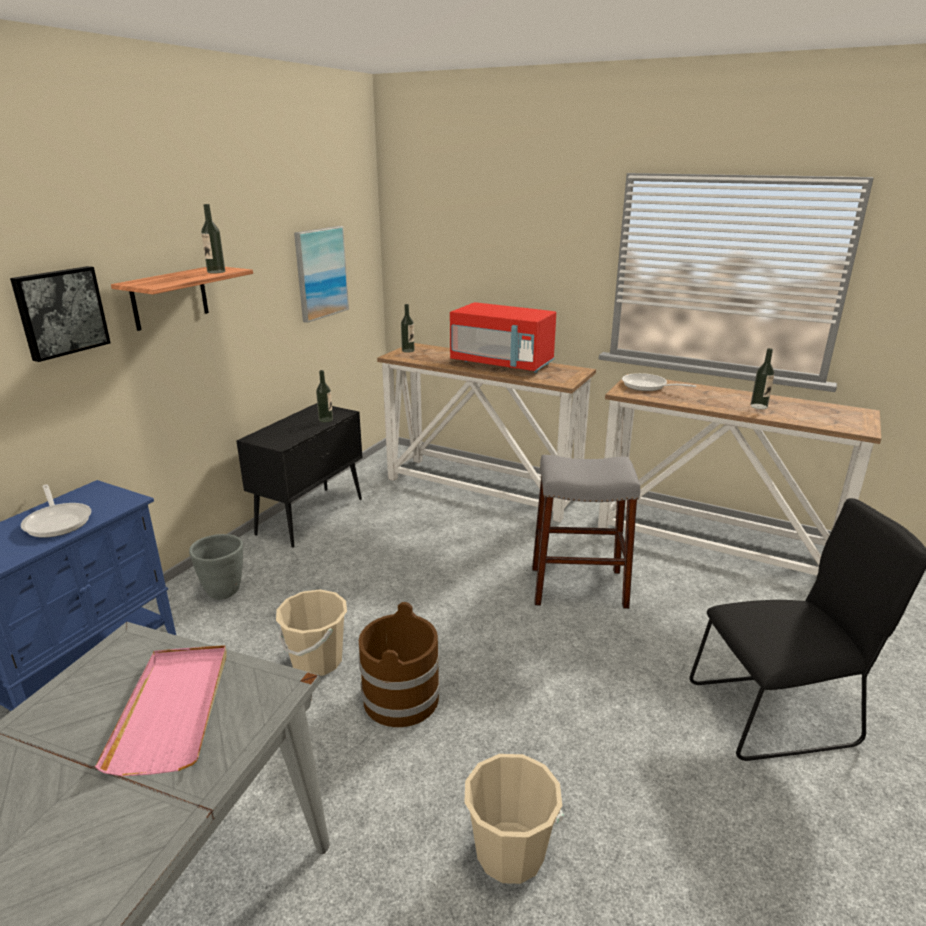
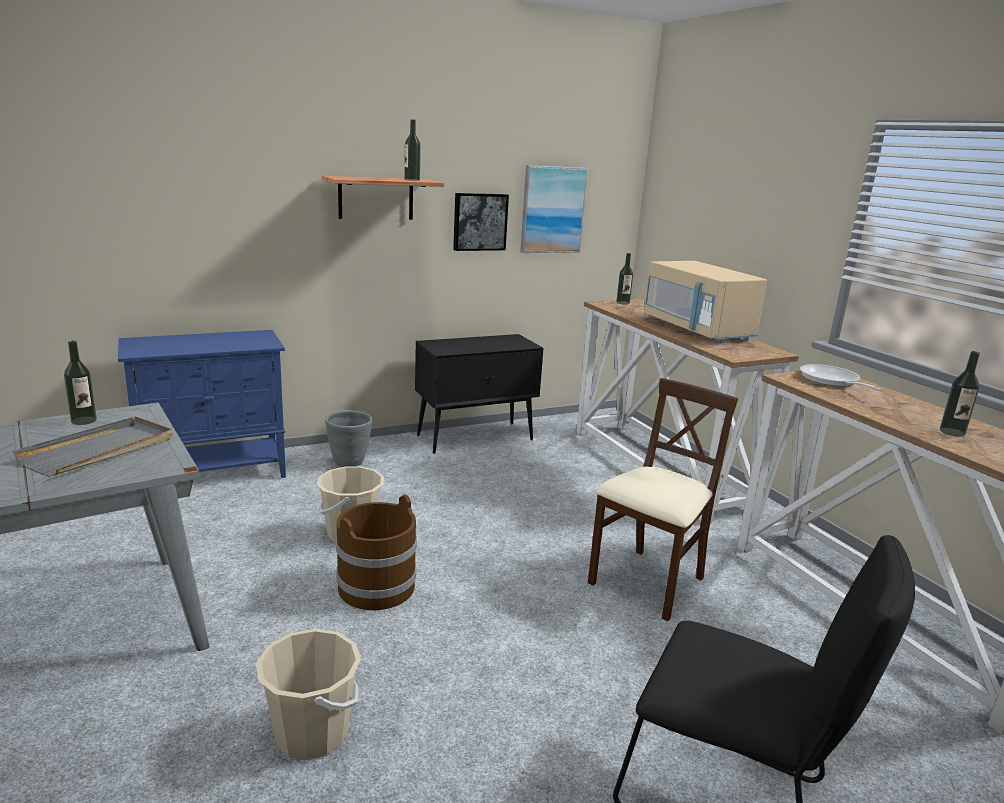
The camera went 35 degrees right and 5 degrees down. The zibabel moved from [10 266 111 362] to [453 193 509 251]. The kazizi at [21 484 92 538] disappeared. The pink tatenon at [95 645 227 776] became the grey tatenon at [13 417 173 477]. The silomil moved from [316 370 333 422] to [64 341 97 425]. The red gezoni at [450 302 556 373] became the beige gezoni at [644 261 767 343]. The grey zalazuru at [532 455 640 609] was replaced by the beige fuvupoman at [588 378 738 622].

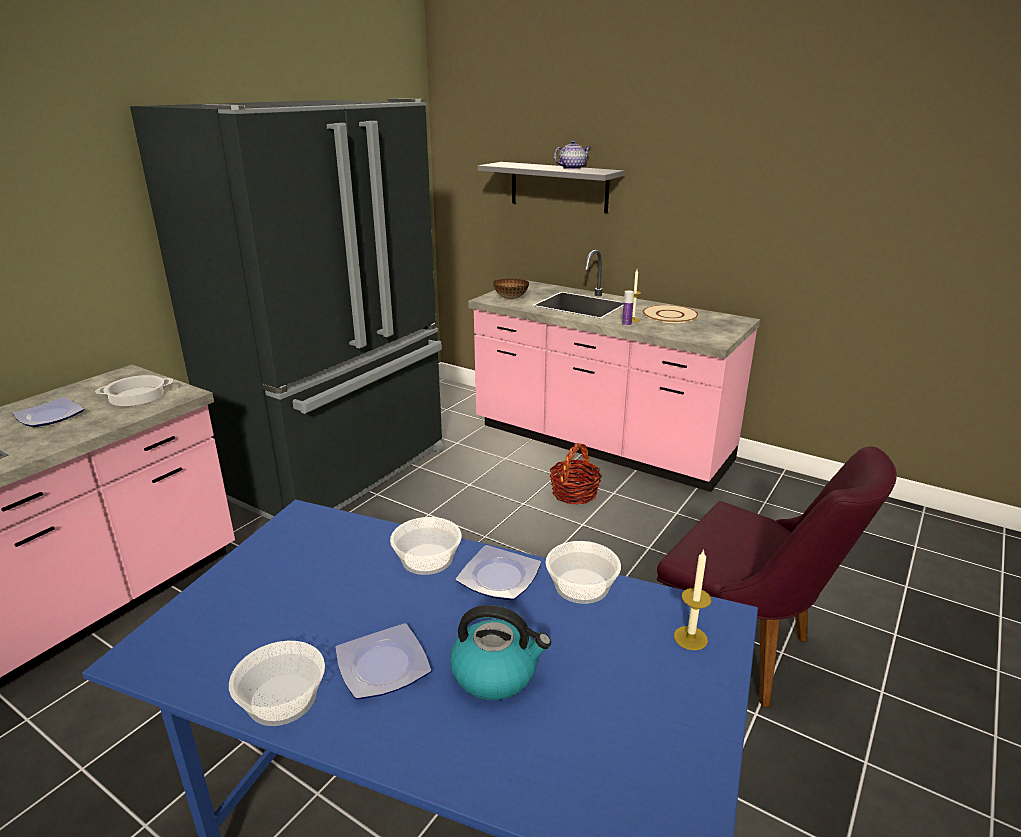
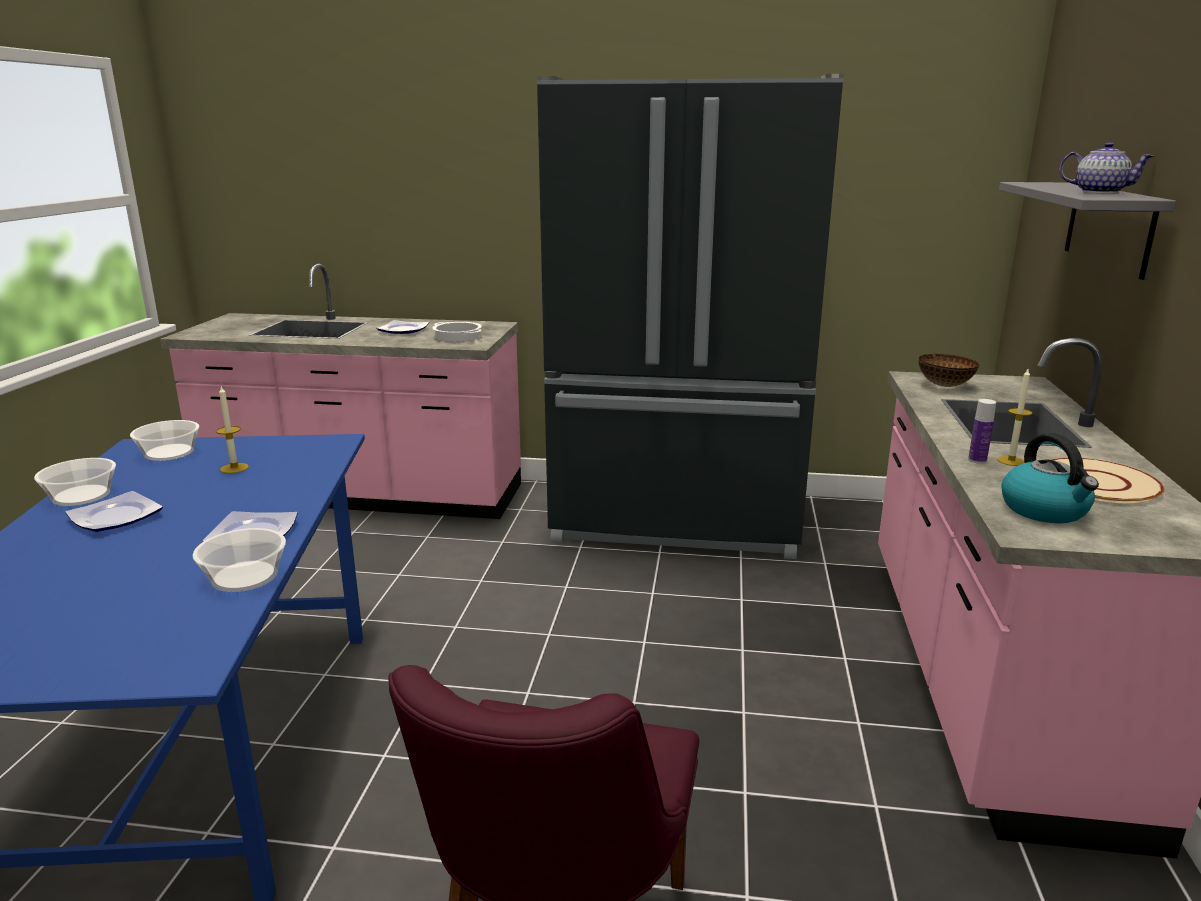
The camera went 65 degrees right and 5 degrees down. The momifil moved from [390 517 462 575] to [130 420 199 461]. The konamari moved from [450 605 551 700] to [1001 433 1099 523]. The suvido at [550 443 602 505] disappeared. The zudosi moved from [674 549 712 650] to [216 386 249 473].

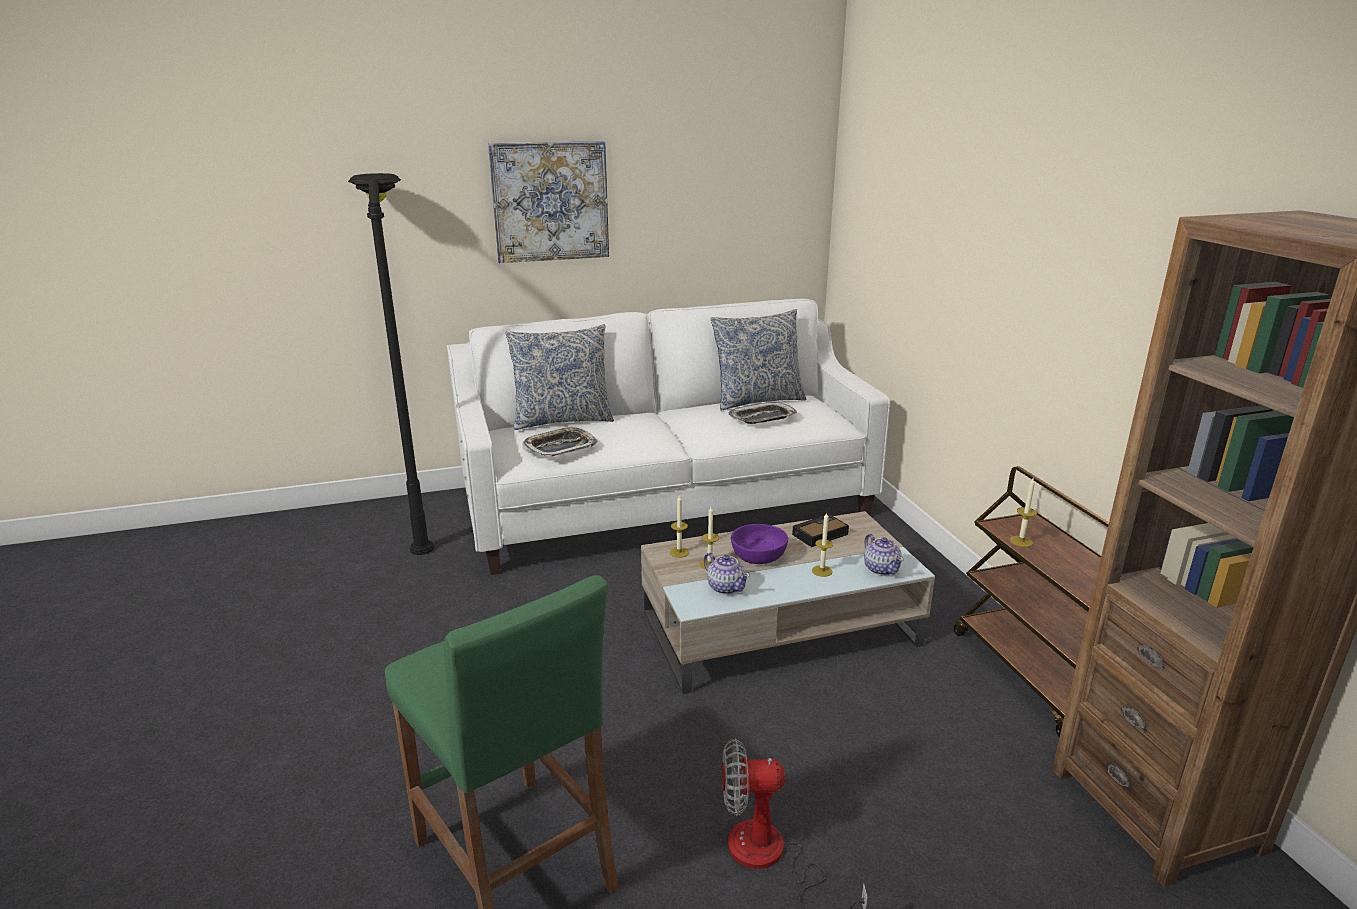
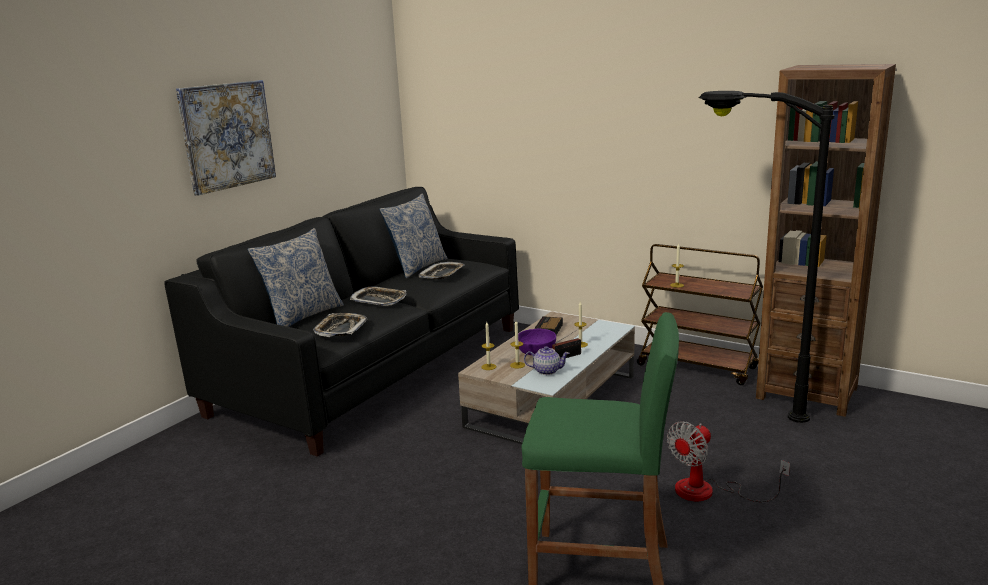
The camera went 40 degrees left and 5 degrees down. The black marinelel moved from [348 173 434 555] to [699 91 835 423]. The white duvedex at [447 299 890 575] became the black duvedex at [164 187 519 457]. The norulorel at [864 534 904 576] disappeared. The tatenon at [350 287 406 306] appeared. The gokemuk at [552 327 582 358] appeared.

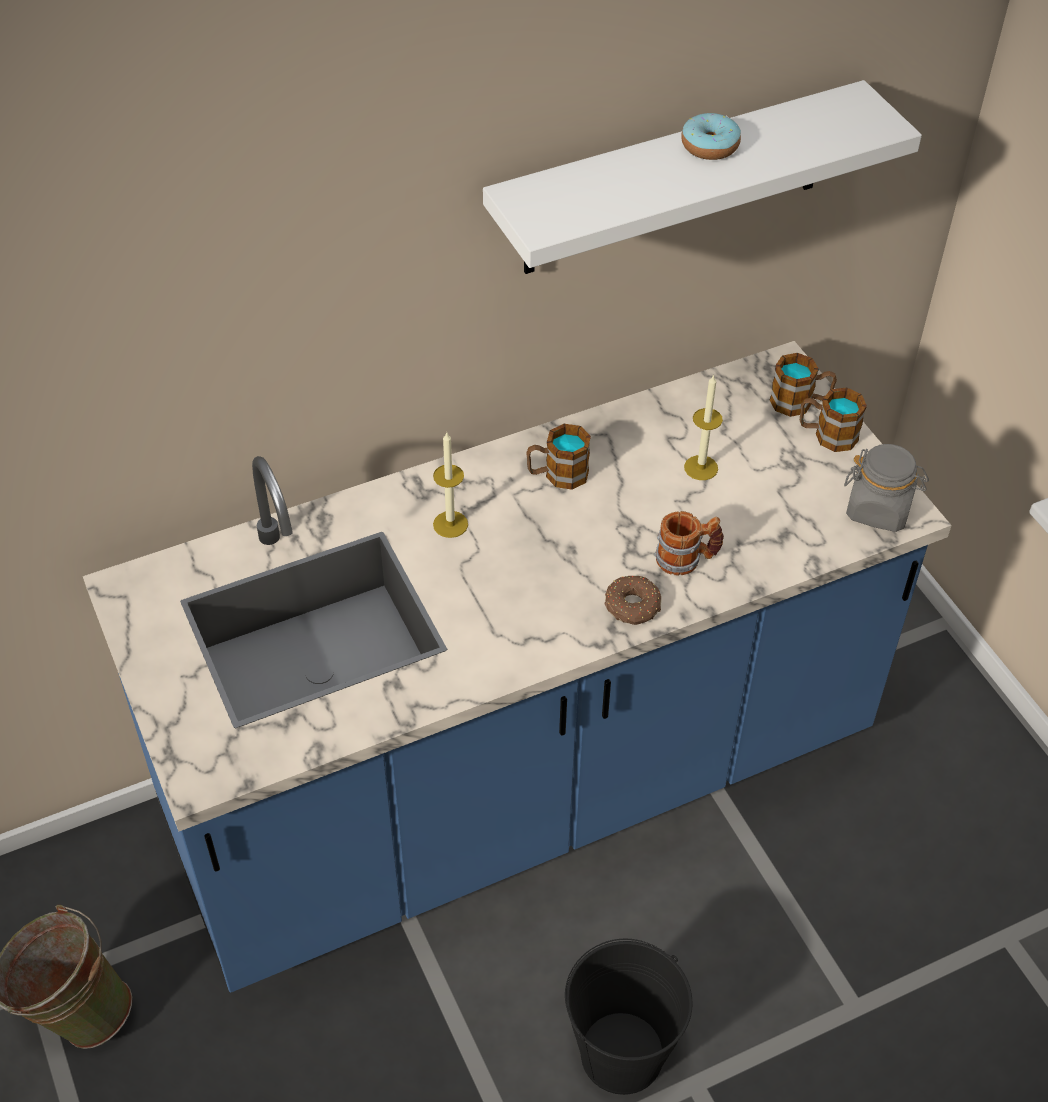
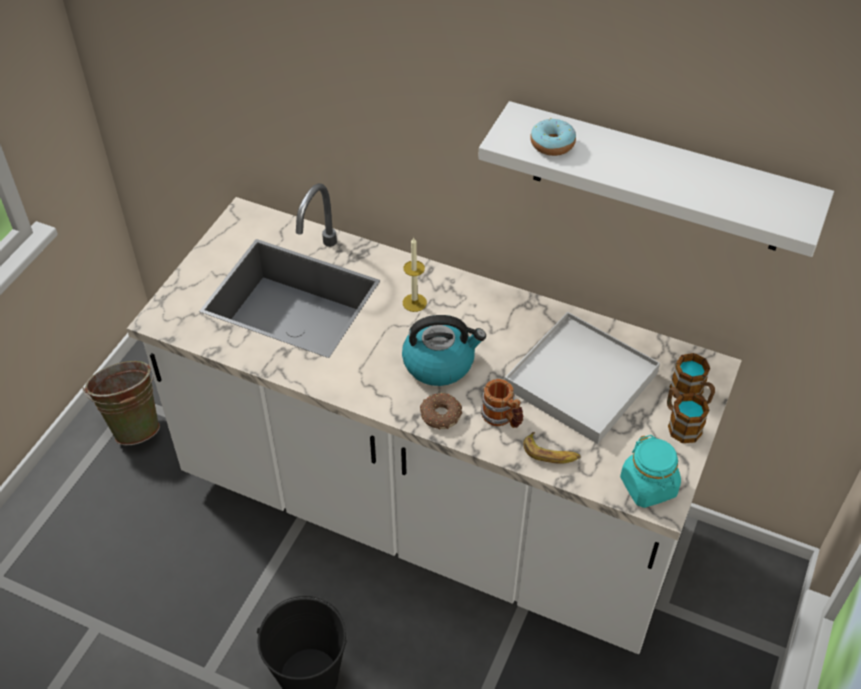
The camera went 50 degrees right and 0 degrees up. The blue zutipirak at [83 341 952 993] became the white zutipirak at [127 183 742 654]. The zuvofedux at [526 424 591 490] disappeared. The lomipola moved from [681 113 741 160] to [530 118 576 156]. The zudosi at [684 374 723 480] was replaced by the white tatenon at [505 312 660 444]. The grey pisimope at [844 444 929 532] became the turquoise pisimope at [620 435 681 508]. The konamari at [402 315 486 386] appeared. The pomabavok at [523 432 580 464] appeared.

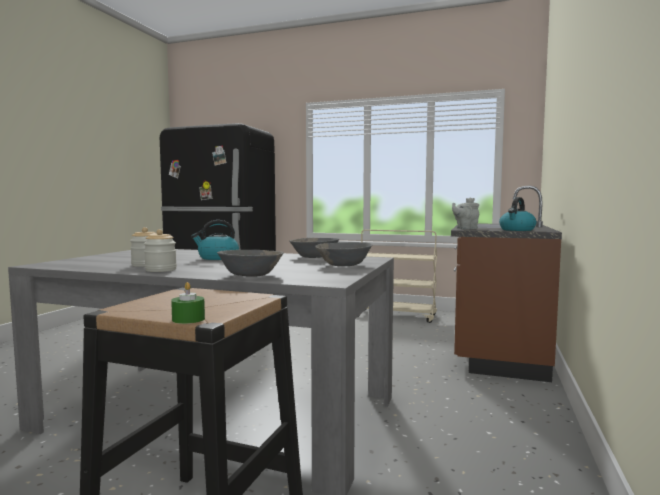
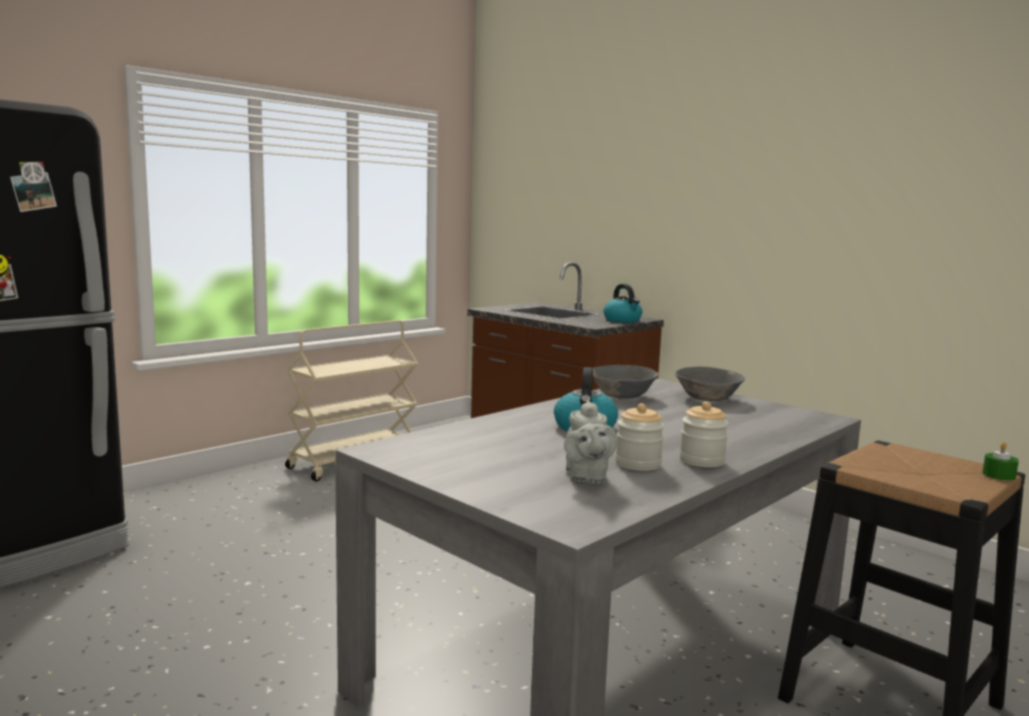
The camera went 65 degrees left and 5 degrees up. The grey momifil at [217 250 284 277] disappeared. The grey norulorel moved from [452 197 479 230] to [564 400 617 484].

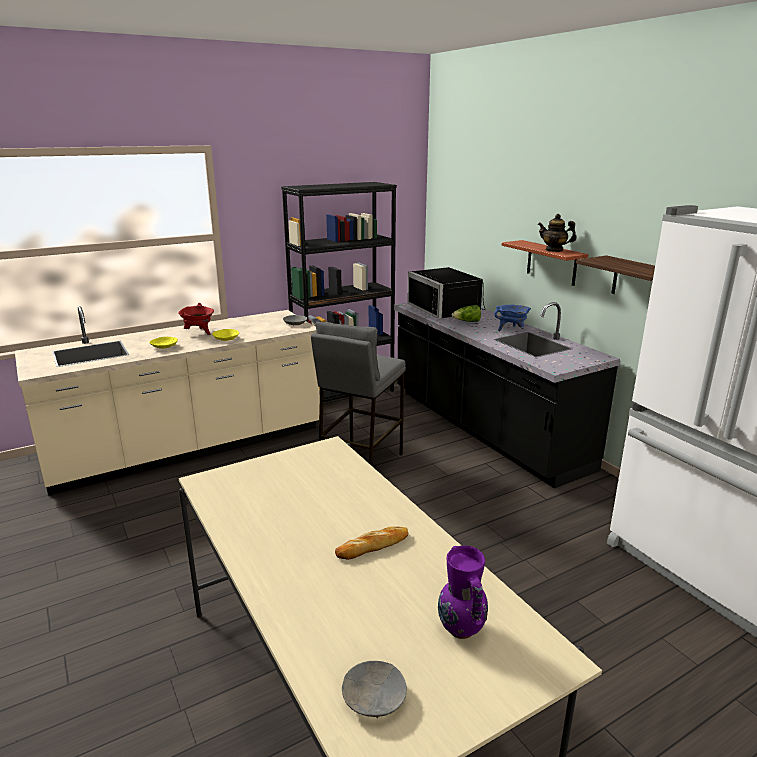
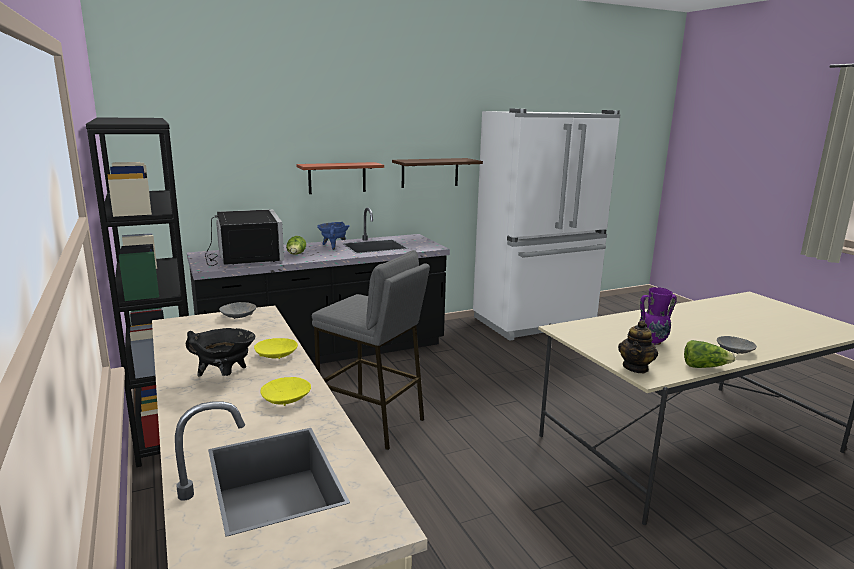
The camera went 85 degrees left and 5 degrees down. The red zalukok at [178 303 214 335] became the black zalukok at [186 328 255 377]. The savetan at [335 526 409 560] disappeared. The grey momifil moved from [342 661 407 718] to [717 336 757 354]. The black gezoni at [407 267 485 319] turned 90 degrees counterclockwise. The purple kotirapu moved from [438 545 488 639] to [639 287 677 345]. The norulorel moved from [537 214 577 252] to [618 320 658 373]. The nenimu at [684 340 736 368] appeared.

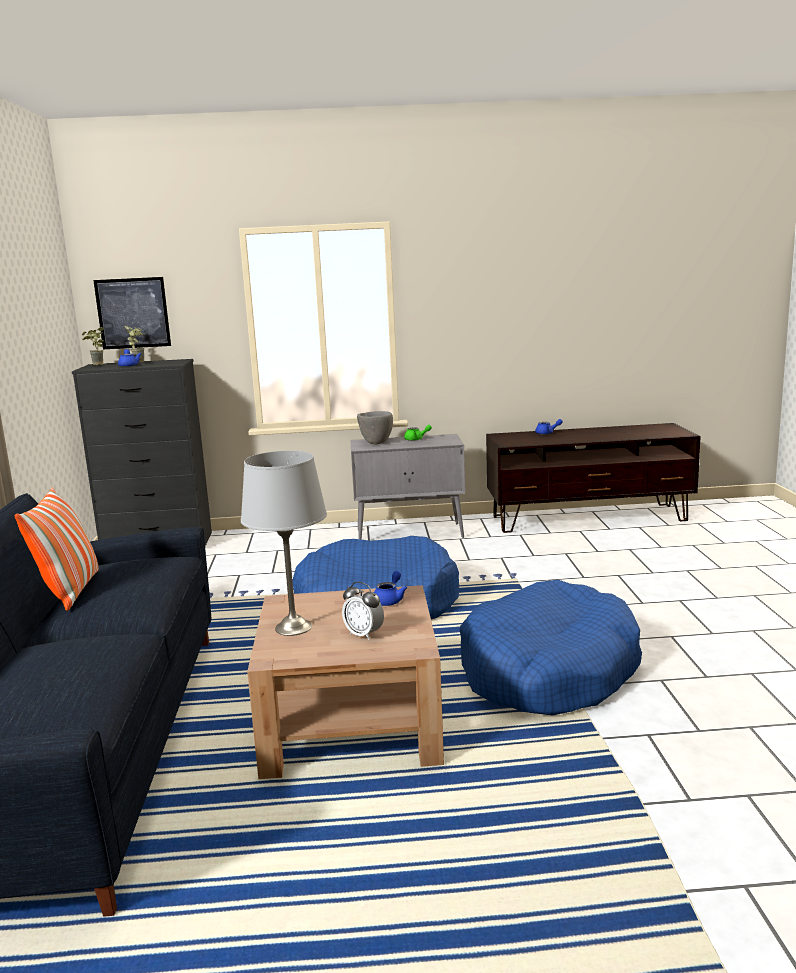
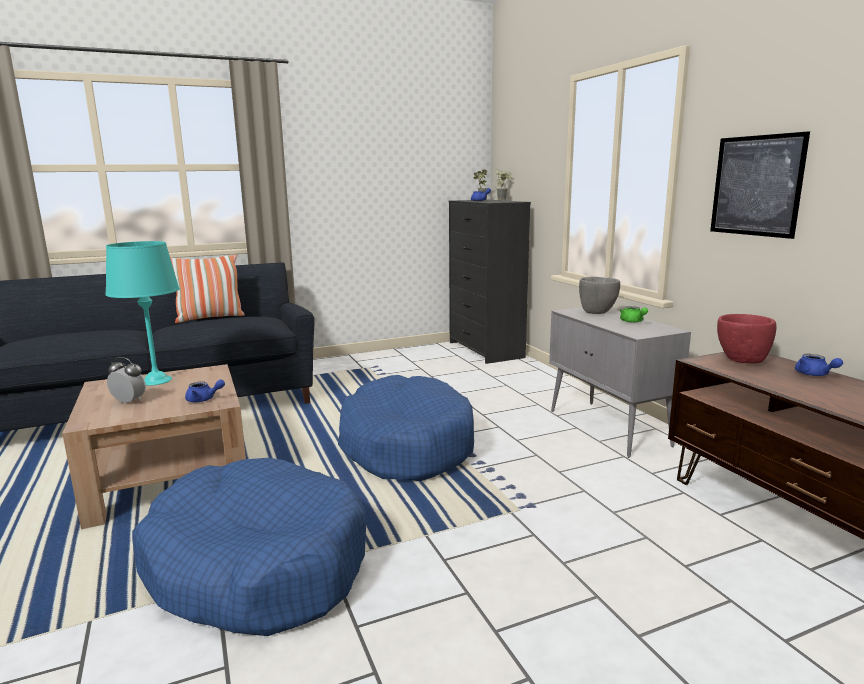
The camera went 70 degrees right and 0 degrees up. The zibabel moved from [93 277 171 349] to [710 131 810 239]. The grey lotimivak at [241 451 327 636] became the turquoise lotimivak at [105 241 180 386]. The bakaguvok at [342 582 384 640] turned 90 degrees clockwise. The red momifil at [717 314 777 364] appeared.

